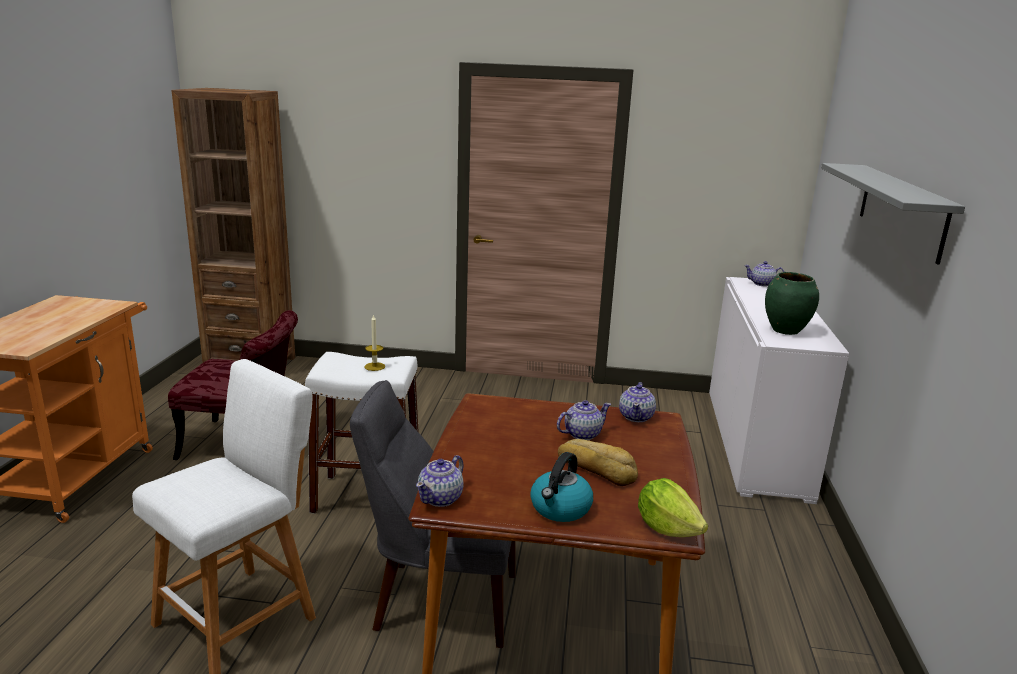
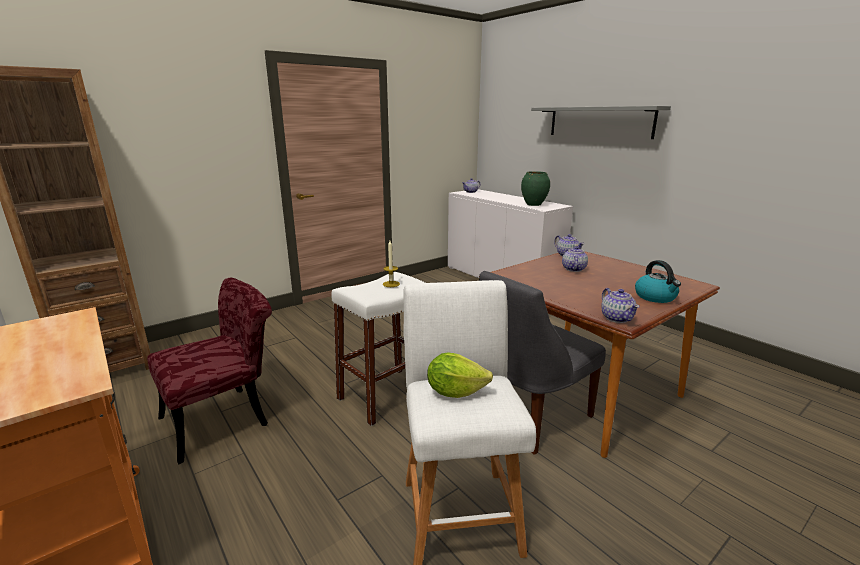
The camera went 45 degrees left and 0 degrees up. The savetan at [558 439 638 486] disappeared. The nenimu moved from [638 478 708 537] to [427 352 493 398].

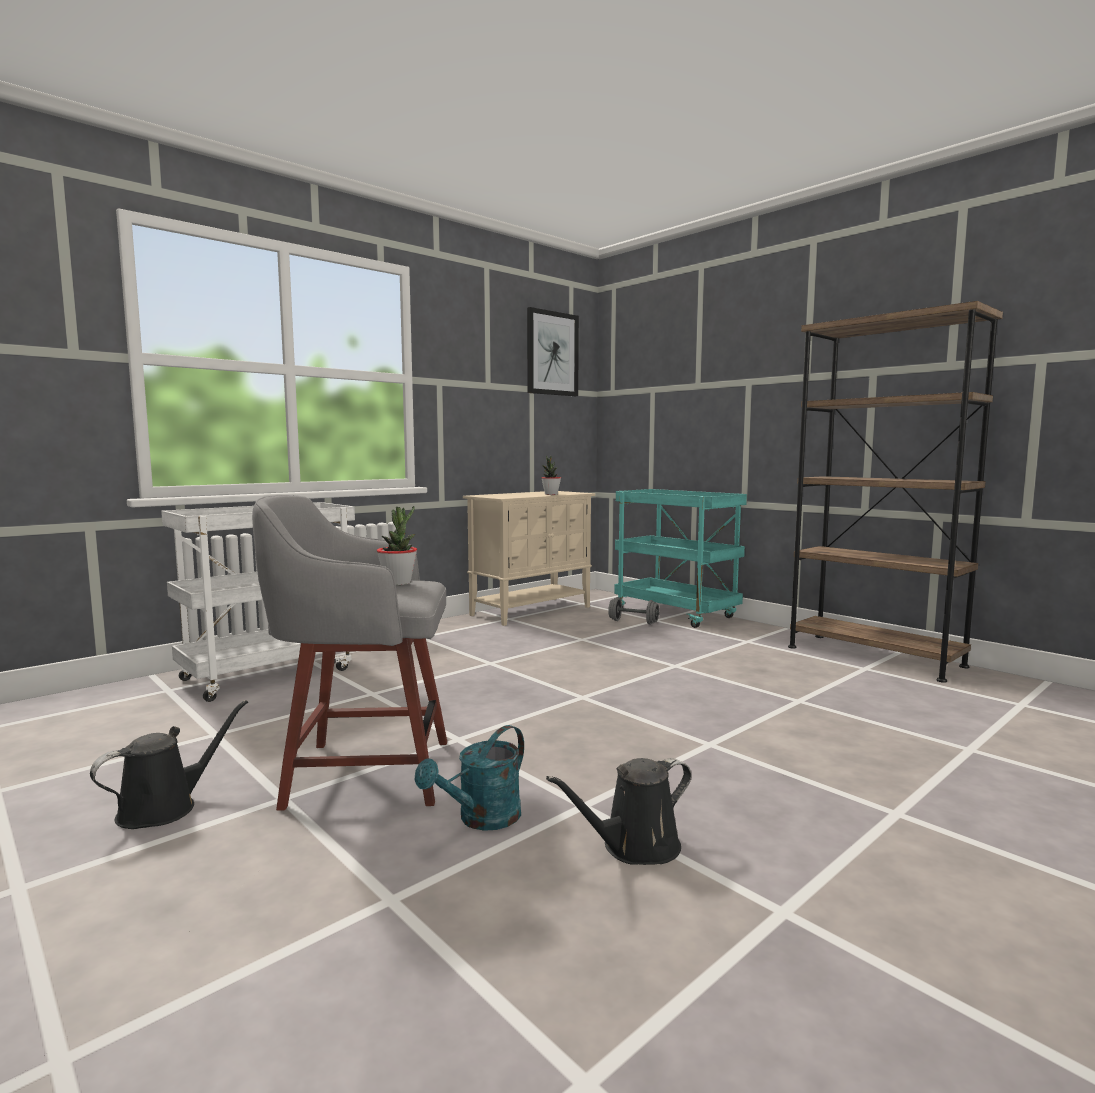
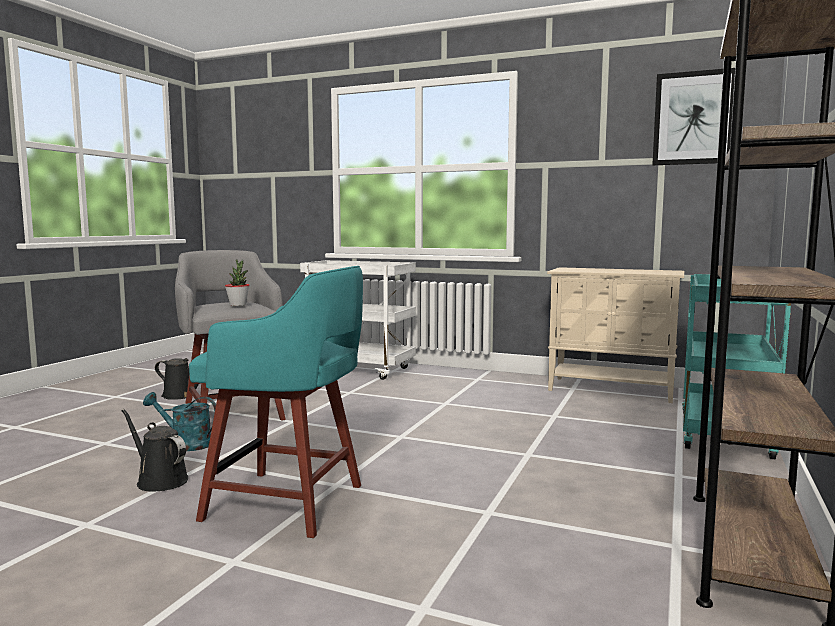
The camera went 65 degrees right and 0 degrees up. The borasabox at [541 456 561 495] disappeared. The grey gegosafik at [608 597 660 624] disappeared. The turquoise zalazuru at [189 266 363 538] appeared.

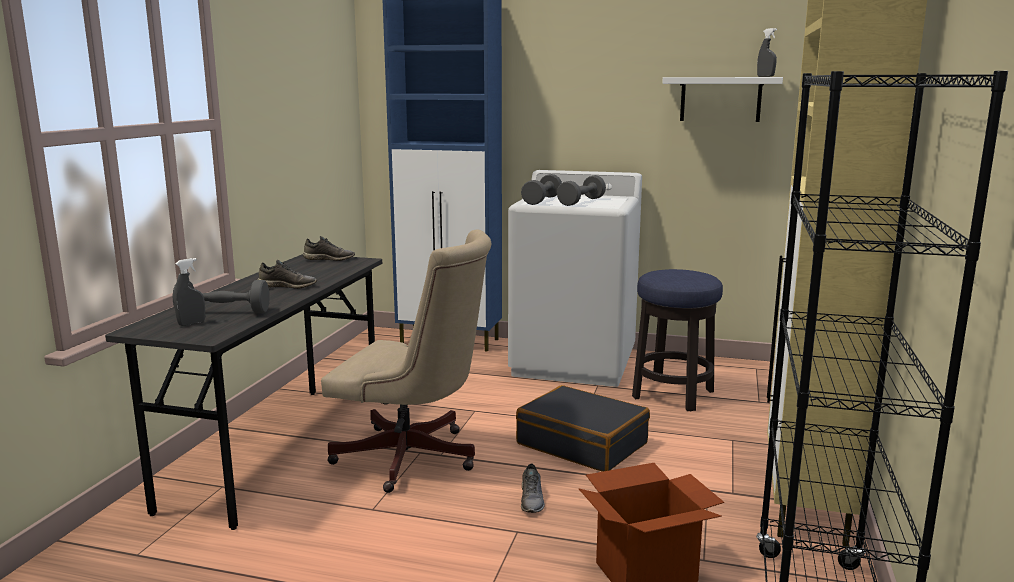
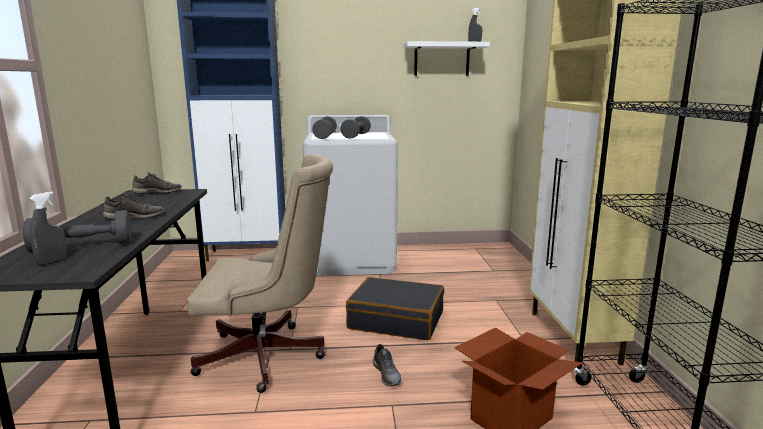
The camera went 20 degrees left and 0 degrees up. The zalazuru at [632 269 723 411] disappeared.

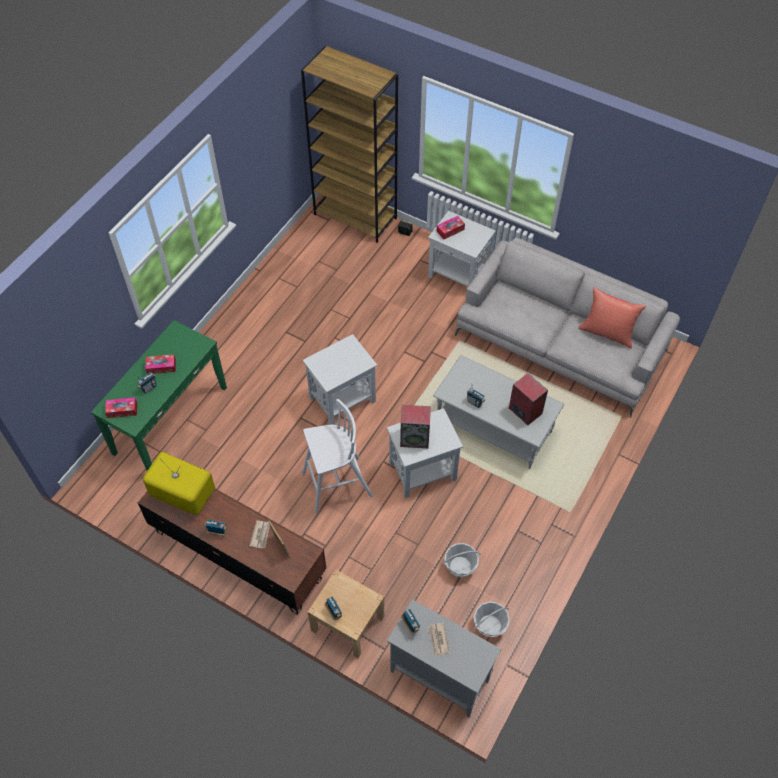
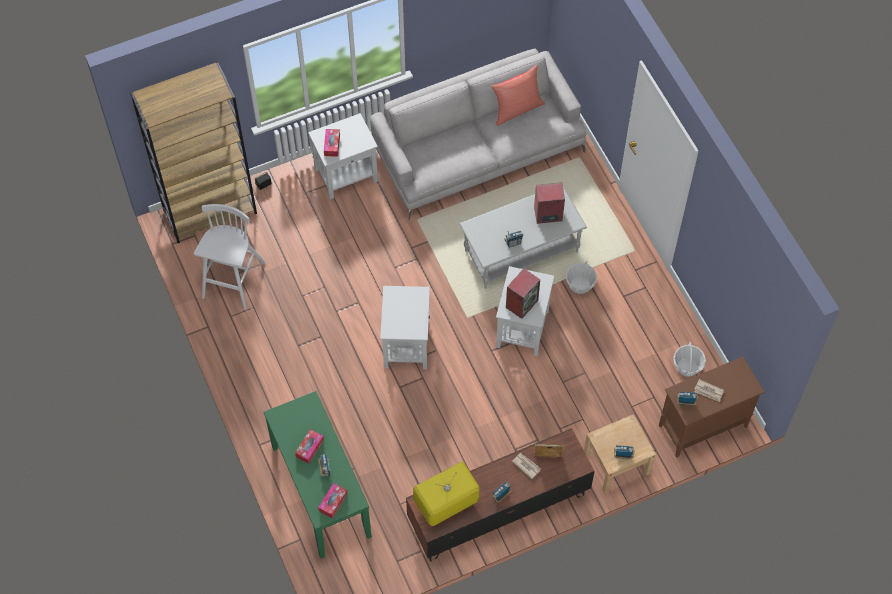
The camera went 55 degrees left and 5 degrees up. The white zalazuru moved from [302 399 373 514] to [194 204 265 310]. The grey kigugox at [387 599 501 718] became the brown kigugox at [659 356 764 457]. The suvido moved from [443 543 481 577] to [566 261 597 294].

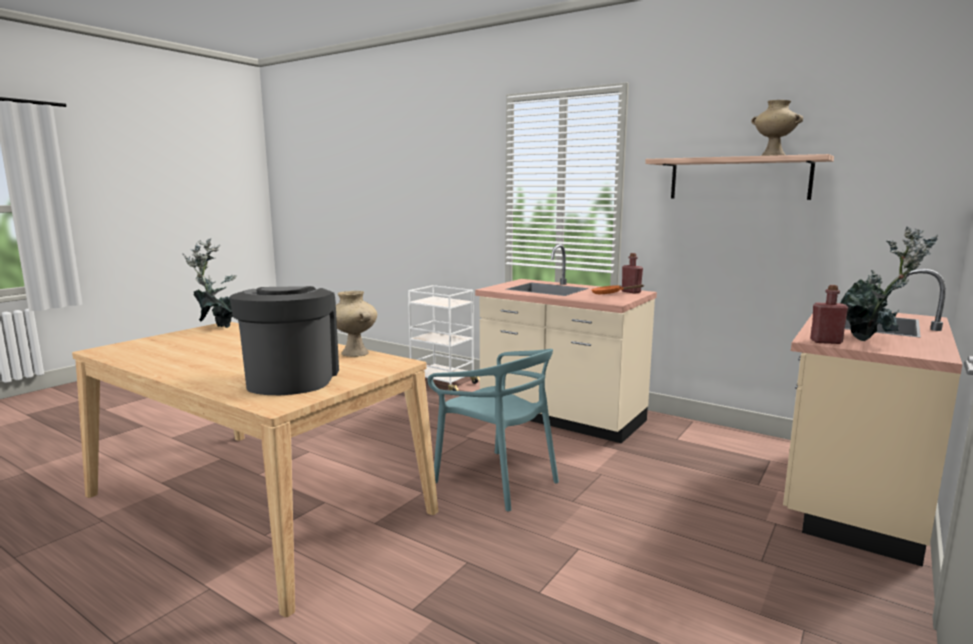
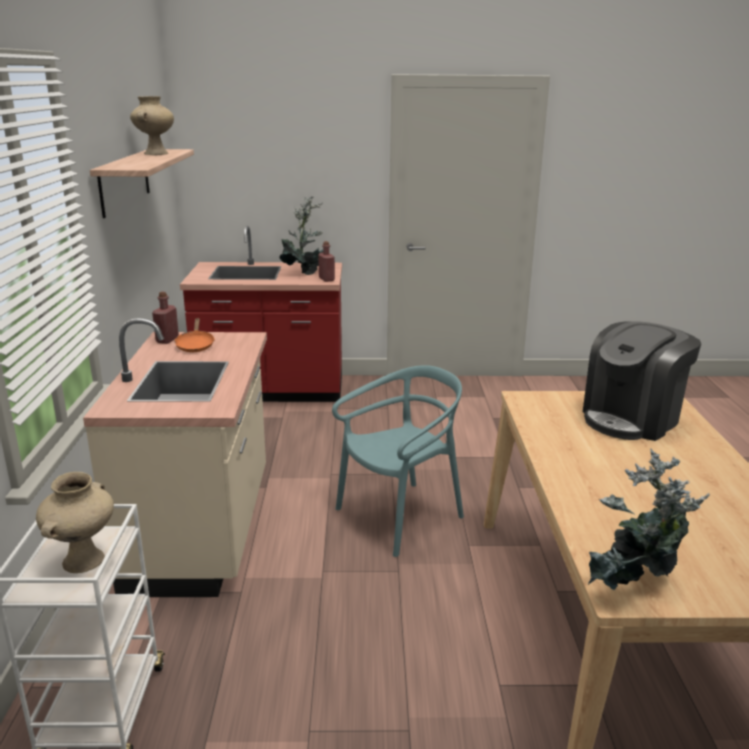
The camera went 125 degrees left and 10 degrees up. The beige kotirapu moved from [336 291 377 357] to [36 472 114 573]. The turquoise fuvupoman at [428 349 559 512] turned 45 degrees clockwise. The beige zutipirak at [783 269 962 567] became the red zutipirak at [180 226 342 402].

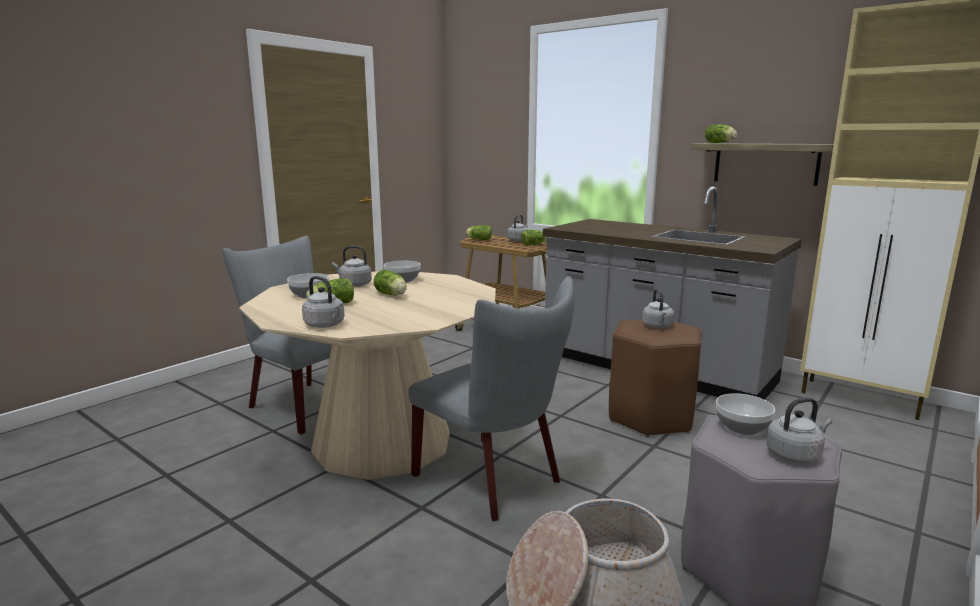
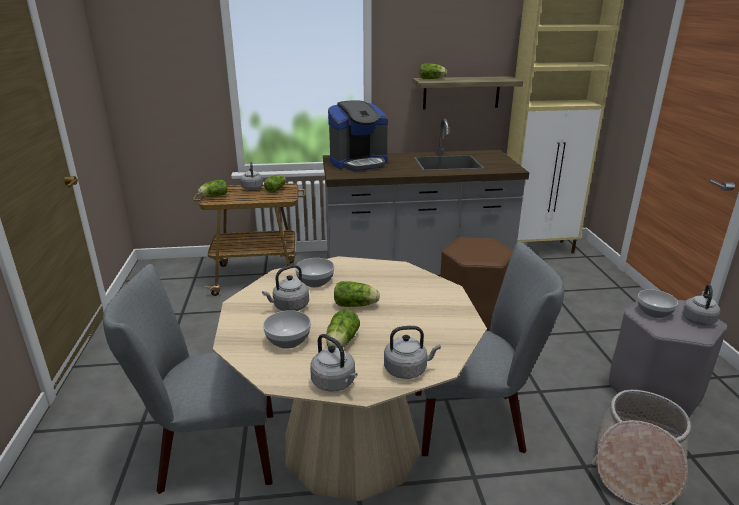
The camera went 45 degrees left and 10 degrees up. The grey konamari moved from [642 289 674 328] to [310 334 358 392]. The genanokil at [328 100 388 171] appeared.

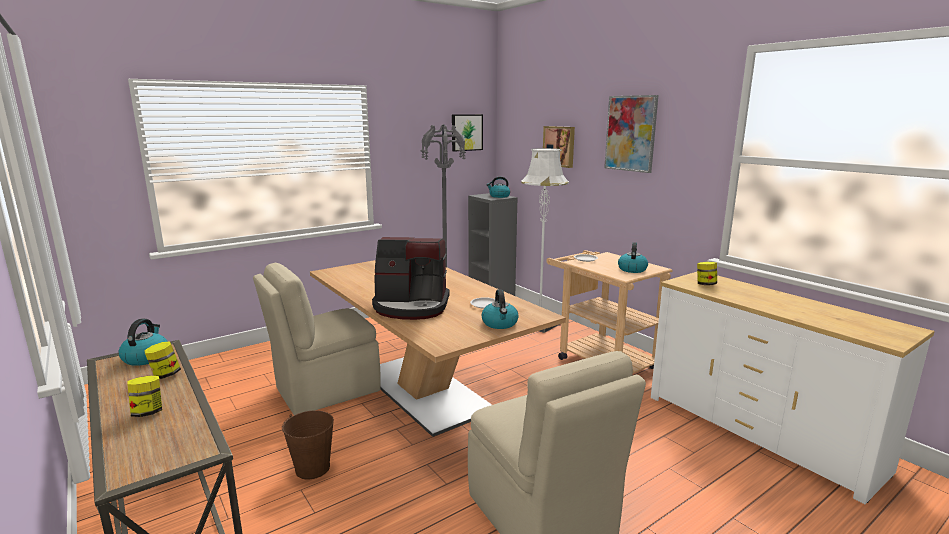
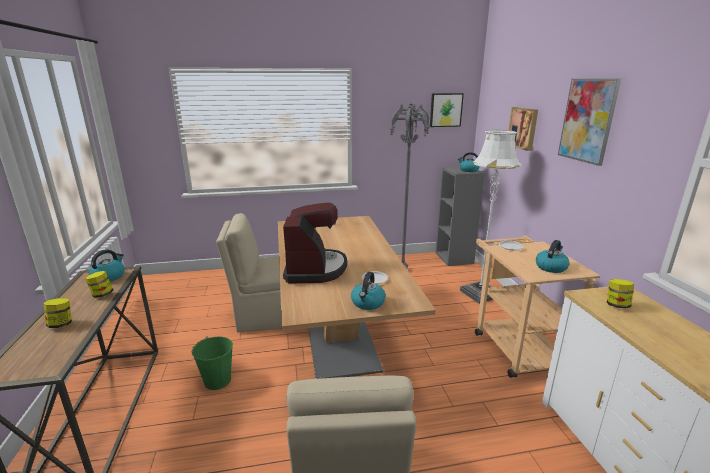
The camera went 25 degrees right and 5 degrees up. The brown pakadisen at [282 410 334 479] became the green pakadisen at [192 336 233 390]. The genanokil at [372 237 450 320] turned 120 degrees counterclockwise.

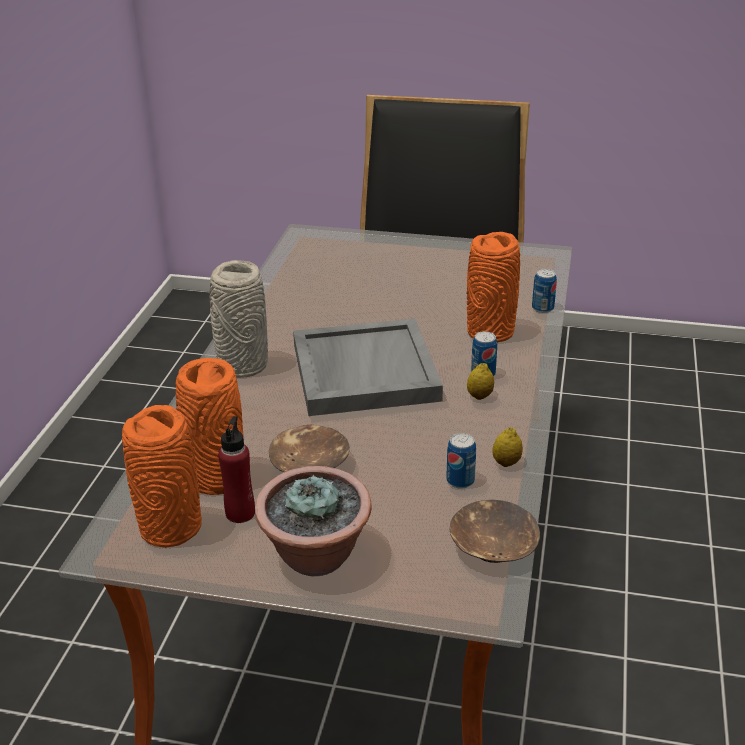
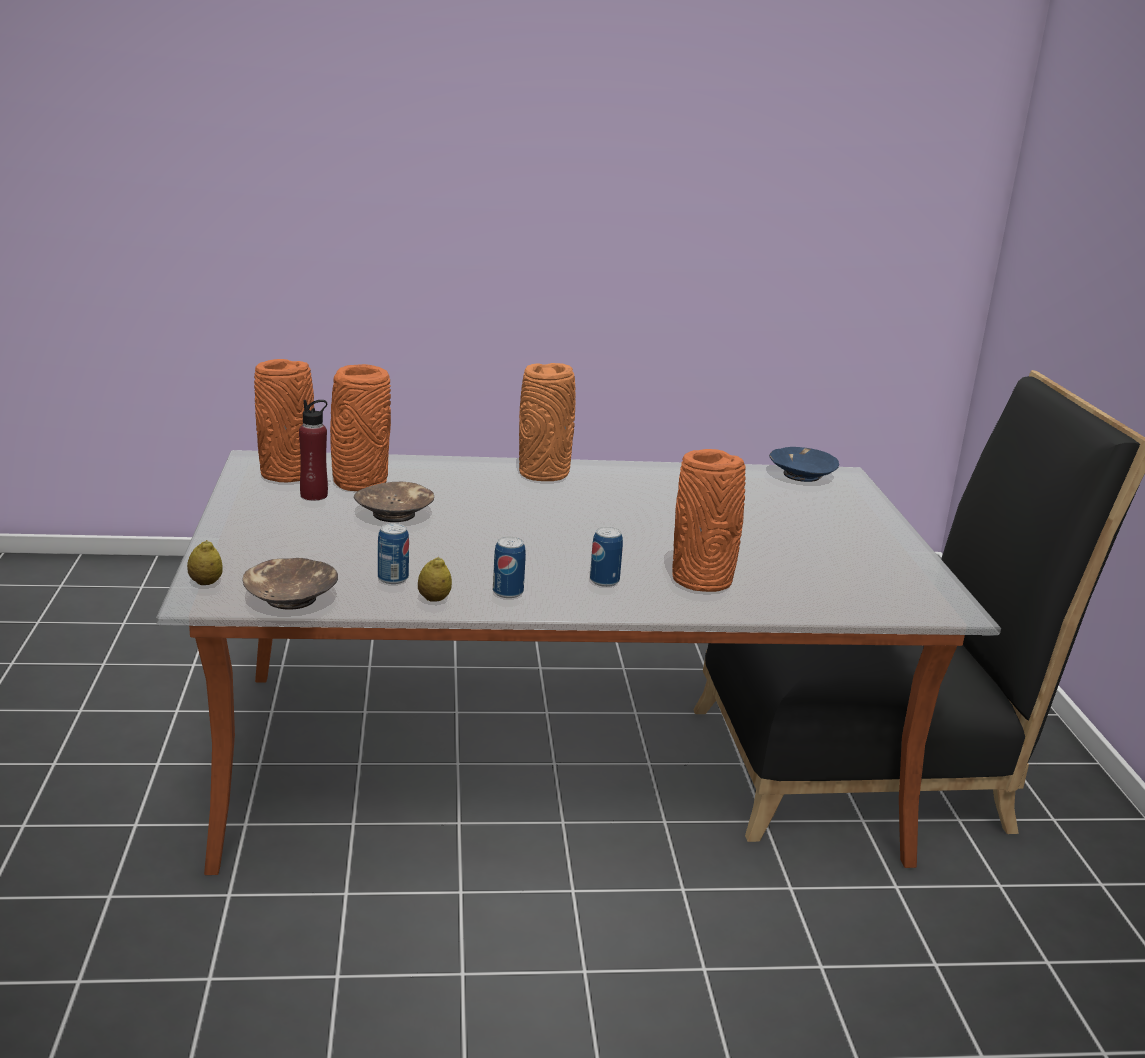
The camera went 70 degrees right and 10 degrees down. The grey kotirapu at [209 260 268 378] became the orange kotirapu at [519 363 575 481]. The borasabox at [255 466 372 576] disappeared. The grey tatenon at [293 319 443 416] disappeared. The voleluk moved from [467 363 494 400] to [187 540 223 585]. The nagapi moved from [532 269 557 313] to [493 537 526 598]. The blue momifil at [769 447 839 482] appeared.

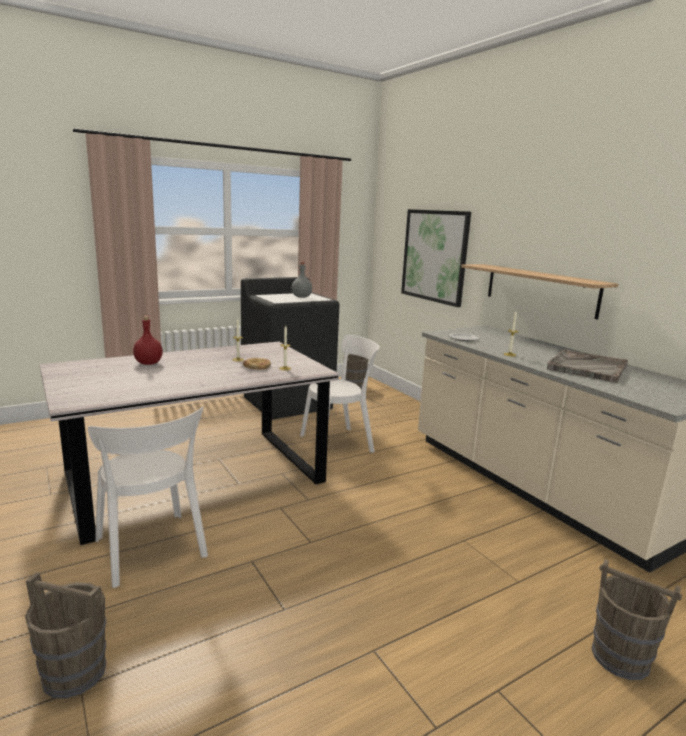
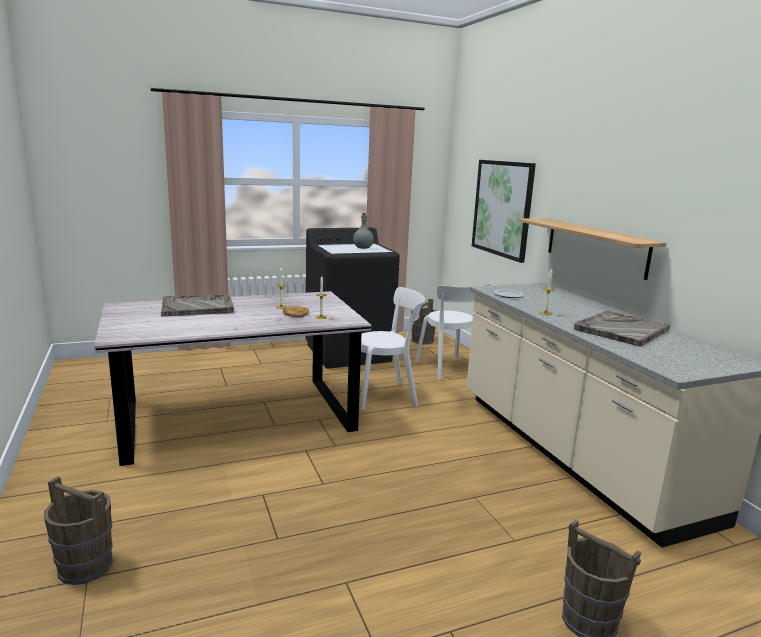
The camera went 10 degrees right and 0 degrees up. The white fuvupoman moved from [88 407 208 588] to [415 282 491 380]. The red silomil at [133 316 163 365] was replaced by the grey tatenon at [161 294 234 316].

